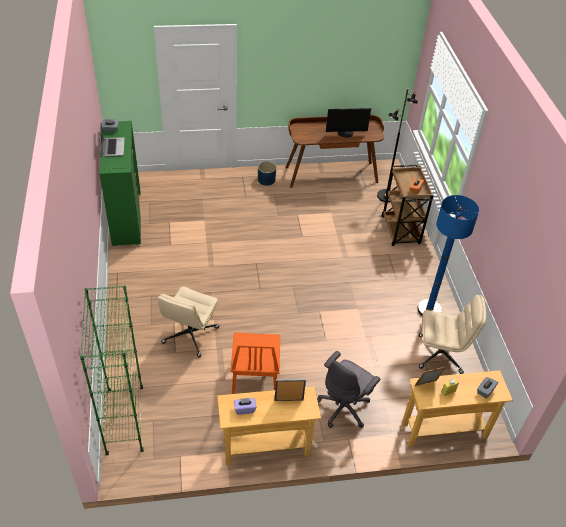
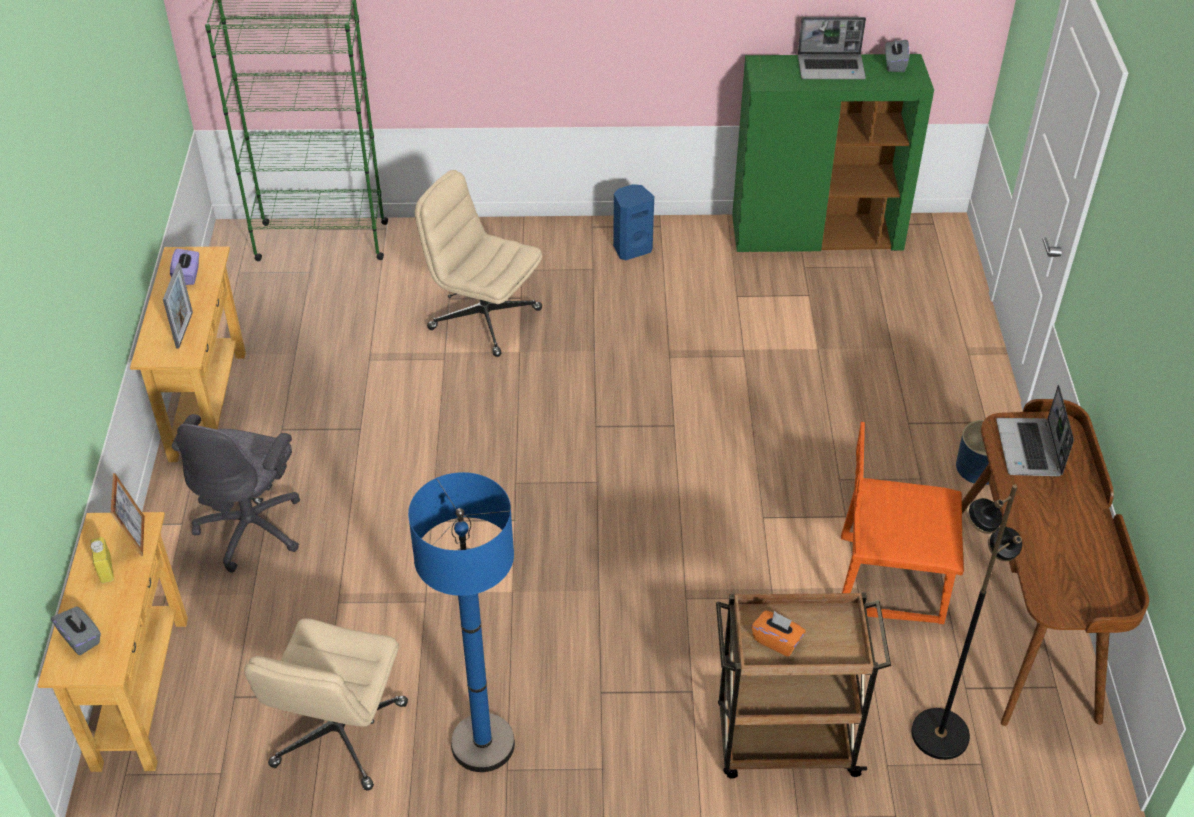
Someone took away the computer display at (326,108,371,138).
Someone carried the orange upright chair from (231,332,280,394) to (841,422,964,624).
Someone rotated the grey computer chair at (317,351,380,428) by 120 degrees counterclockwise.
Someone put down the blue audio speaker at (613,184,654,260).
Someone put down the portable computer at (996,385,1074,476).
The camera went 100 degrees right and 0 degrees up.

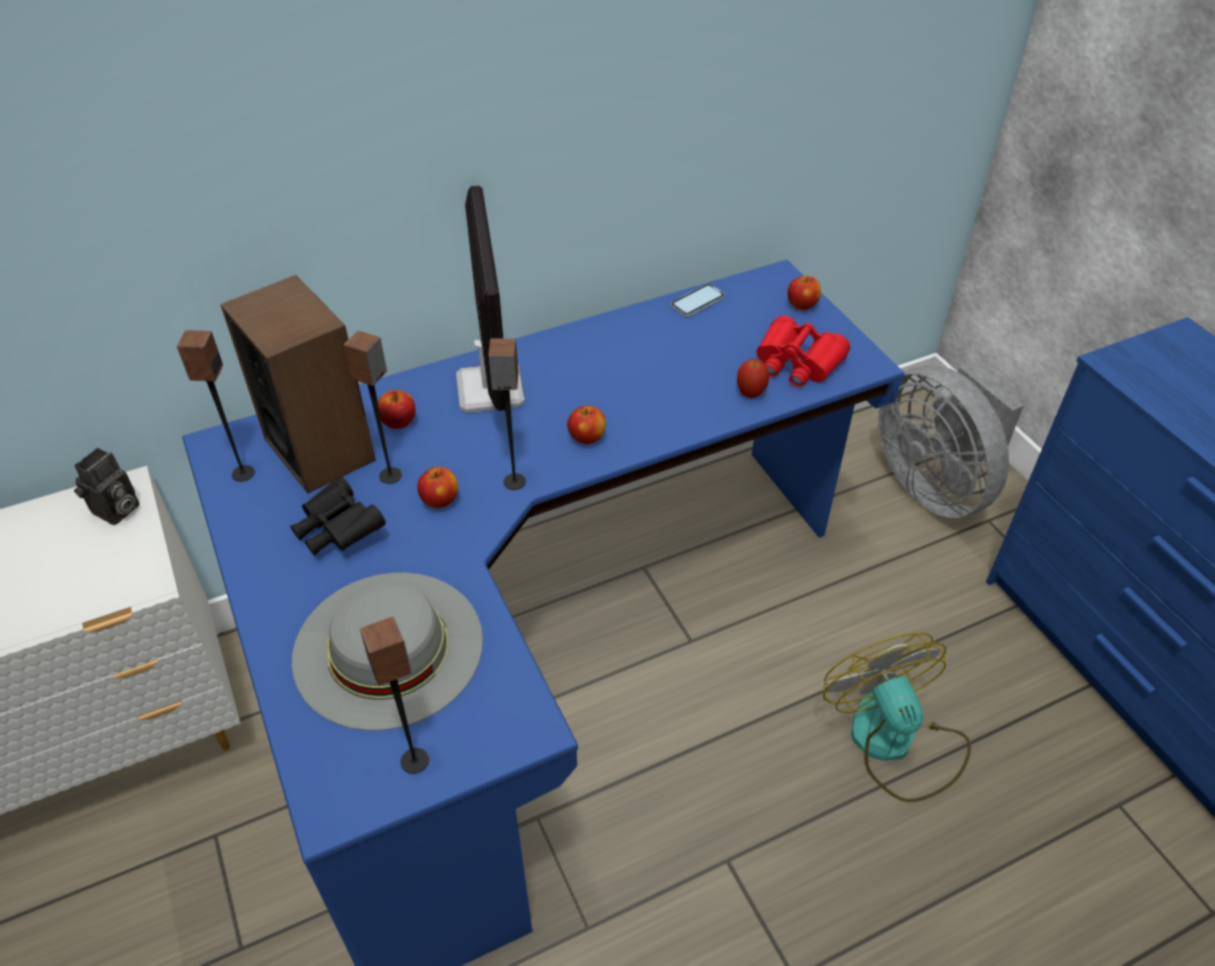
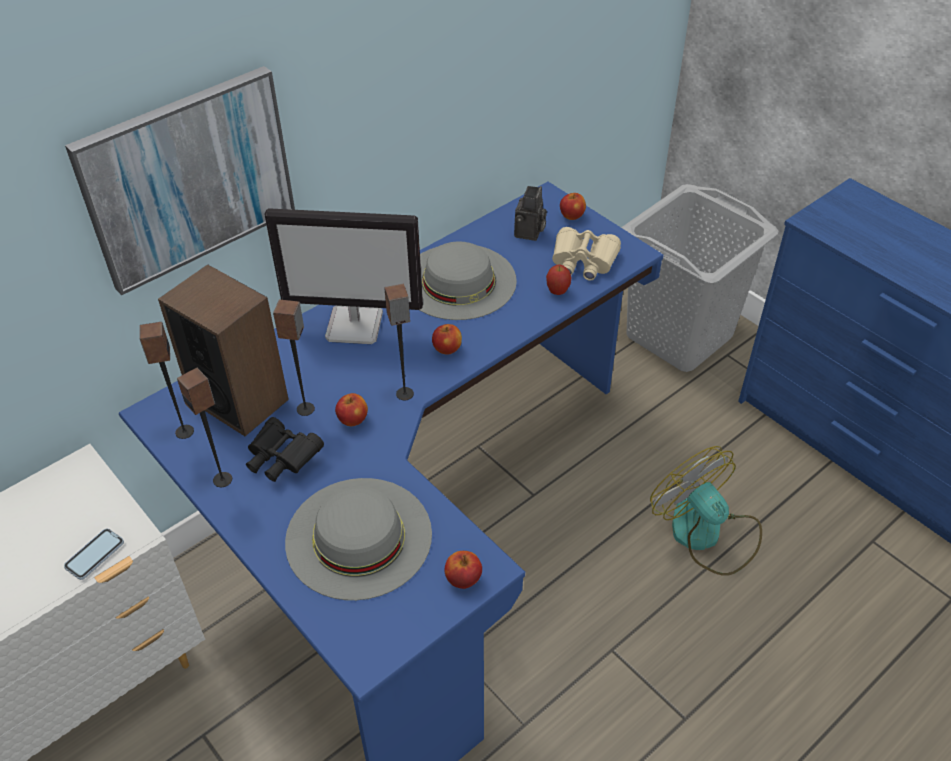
Someone rotated the computer display at (456,185,525,413) by 120 degrees clockwise.
Someone carried the phone from (670,284,725,317) to (64,529,124,580).
Someone repainted the reddish binoculars at (756,315,850,388), which became the beige-coloured binoculars at (552,227,621,281).
Someone swapped the grey fan at (878,363,1024,518) for the grey washing basket at (621,184,778,372).
Someone carried the whole apple from (378,390,416,429) to (445,551,482,589).
Someone carried the still camera from (74,448,140,525) to (514,186,547,241).
Someone carried the audio speaker from (360,616,429,774) to (177,368,232,487).
Someone put up the wall picture at (65,66,295,295).
Someone put down the grey wearable hat at (419,242,517,320).
The camera went 15 degrees left and 0 degrees up.

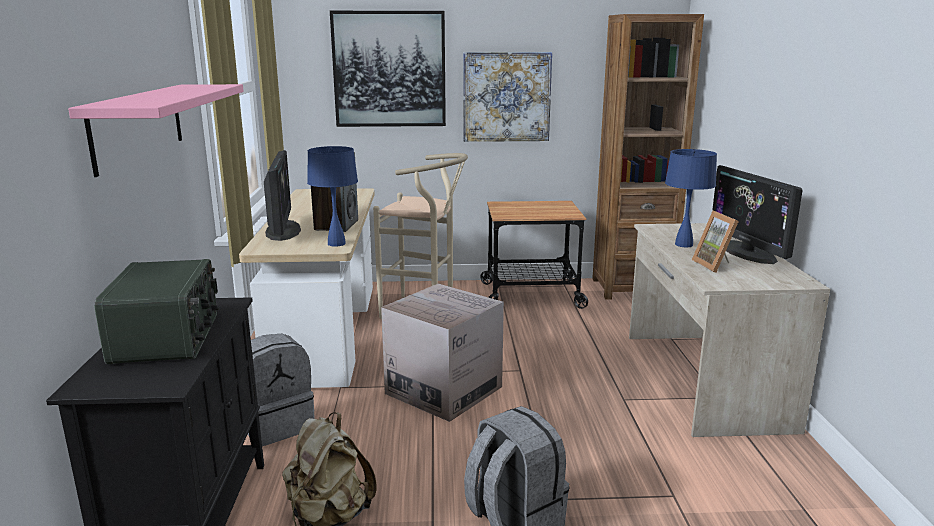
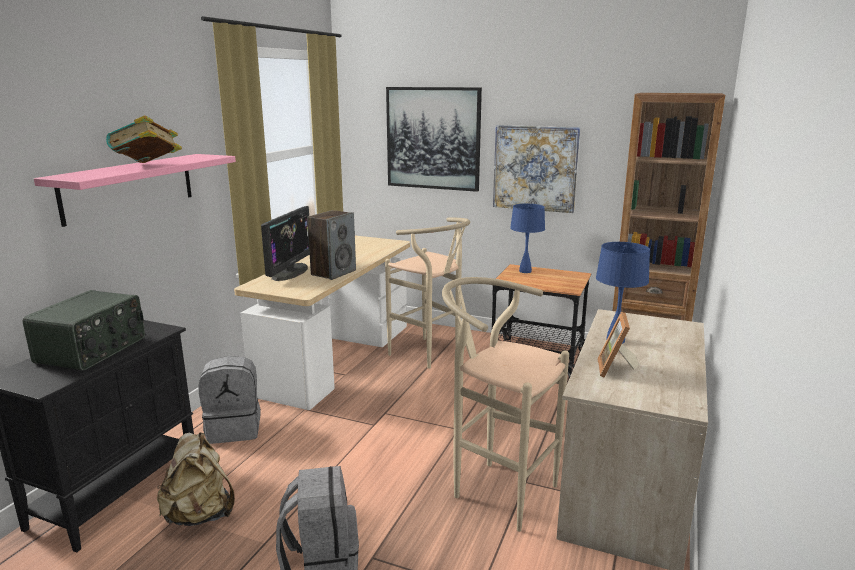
Someone carried the blue table lamp from (307,146,358,247) to (510,204,545,273).
Someone took away the computer display at (712,165,803,264).
Someone took away the cardboard box at (381,284,504,422).
Someone put down the bound book at (106,115,182,163).
Someone put down the beige-coloured stool at (442,277,569,532).
The camera went 25 degrees right and 0 degrees up.

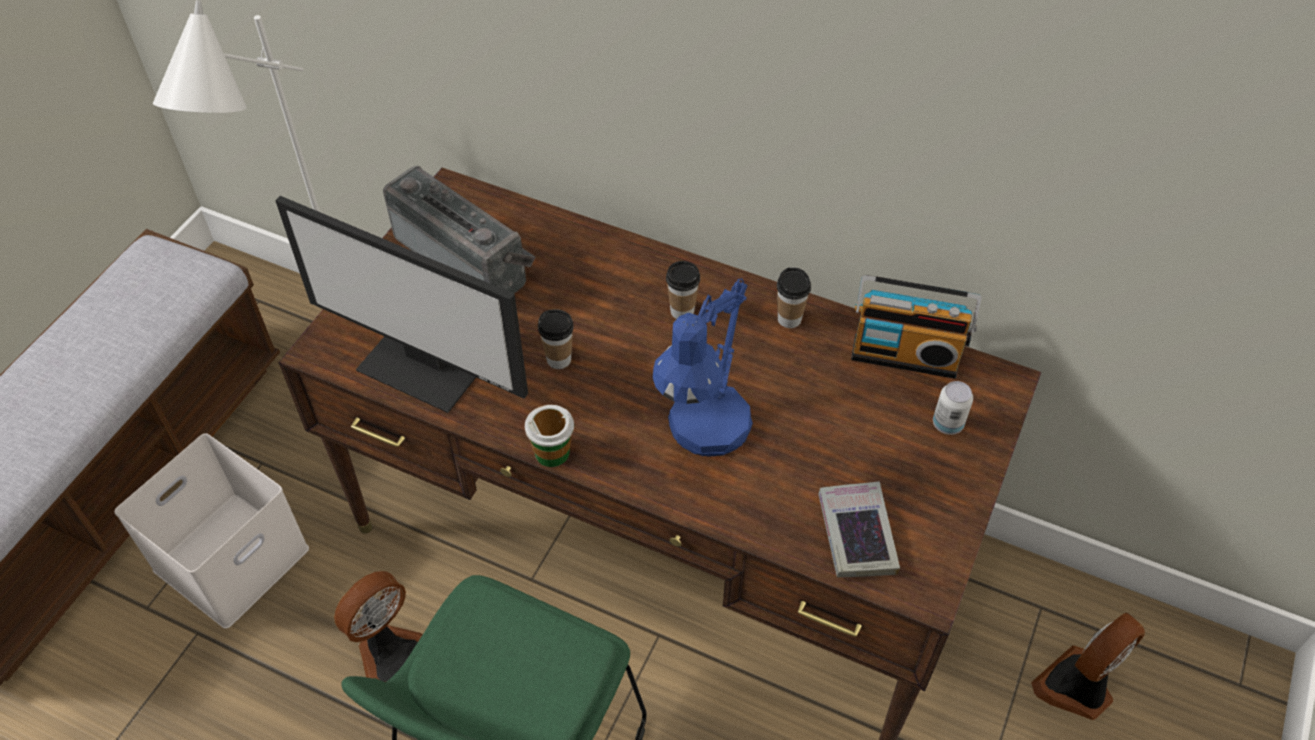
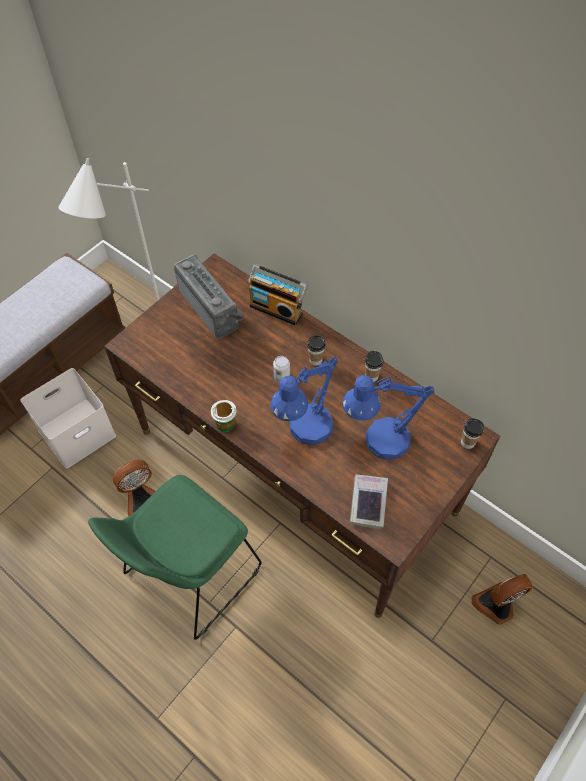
Someone took away the computer display at (275,196,528,413).
Someone carried the radio receiver from (851,275,981,379) to (248,264,308,325).
Someone carried the cup from (538,309,574,369) to (461,418,484,449).
Someone carried the sealed can from (933,381,973,435) to (273,356,290,383).
Someone put down the blue table lamp at (342,375,434,460).
The camera went 15 degrees right and 5 degrees up.

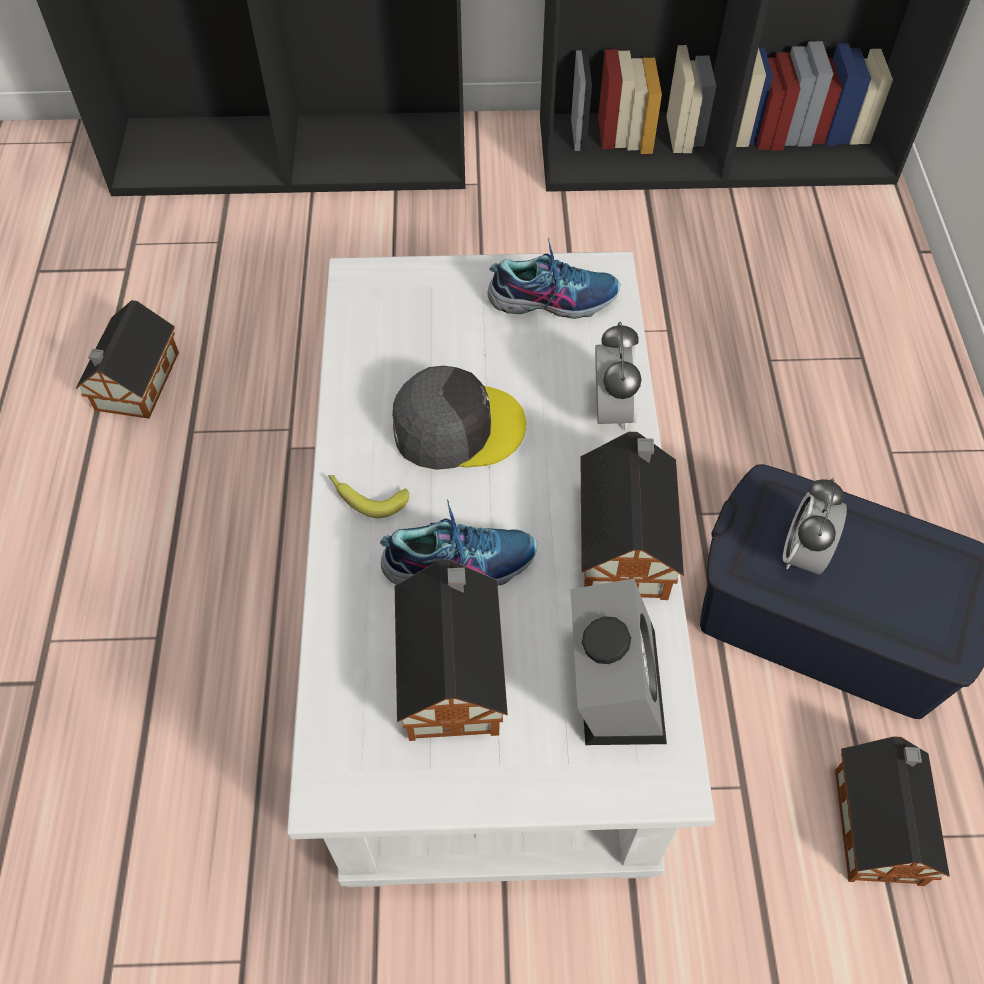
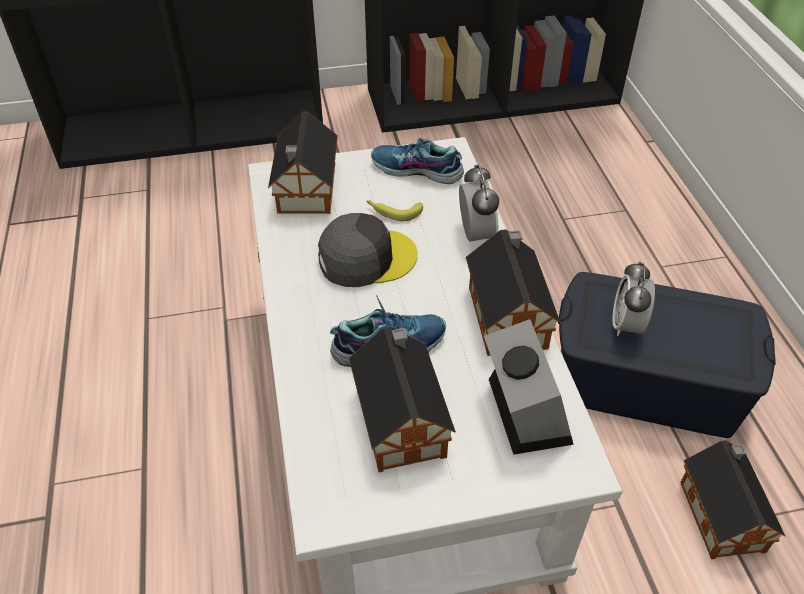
Someone rotated the shoe at (487,238,621,319) by 150 degrees counterclockwise.
Someone carried the miniature house from (76,300,179,419) to (268,112,338,214).
Someone carried the banana fruit from (328,475,409,518) to (366,200,423,221).
The camera went 10 degrees left and 10 degrees down.

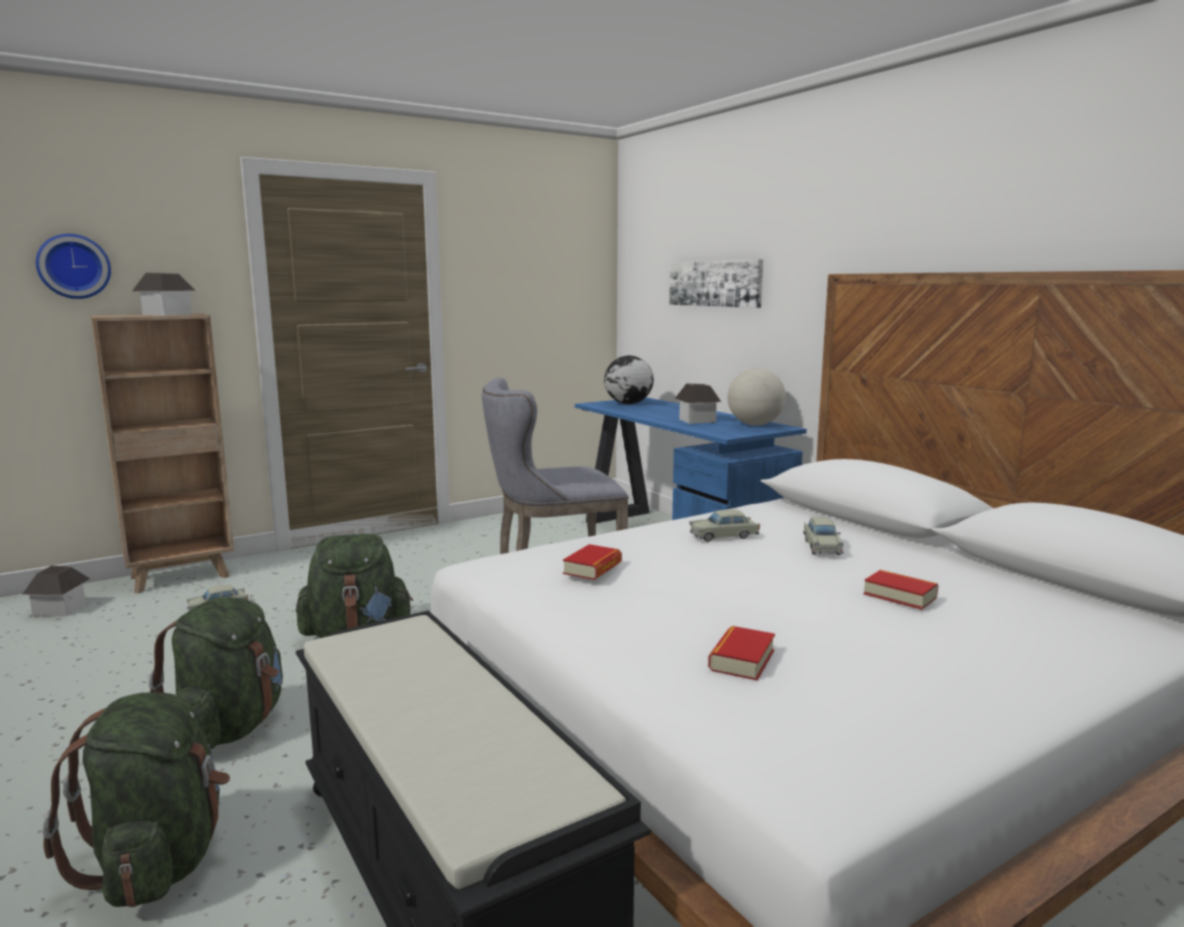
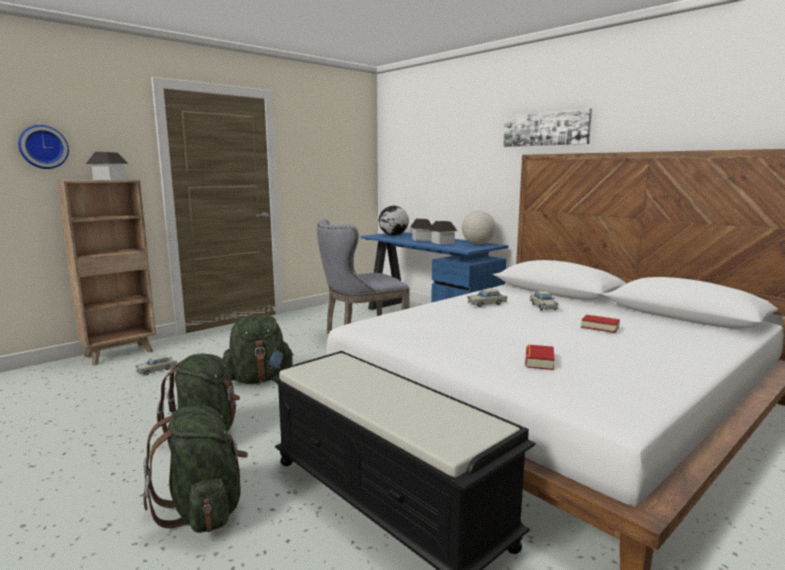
Someone carried the wall picture from (669,259,763,308) to (503,109,592,147).
Someone took away the bound book at (563,544,622,580).
Someone carried the miniature house from (22,565,90,616) to (410,218,432,241).
The camera went 10 degrees left and 0 degrees up.

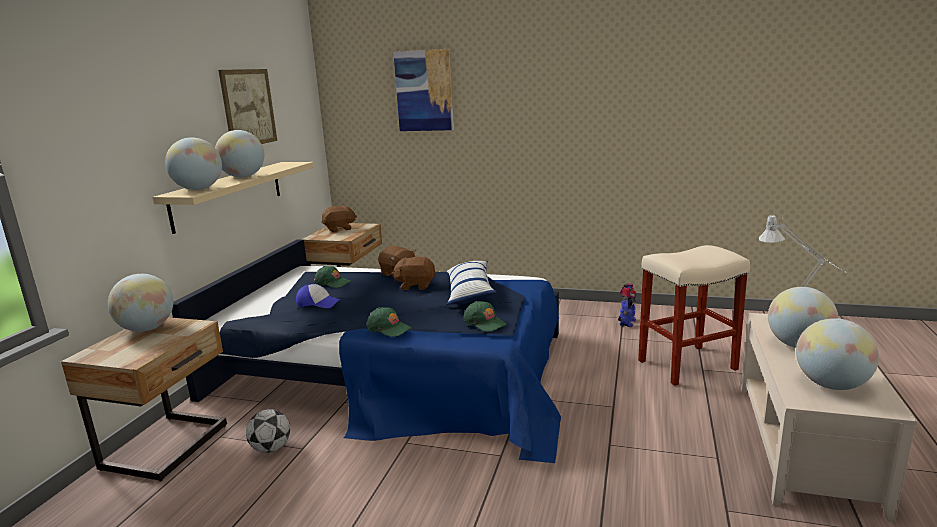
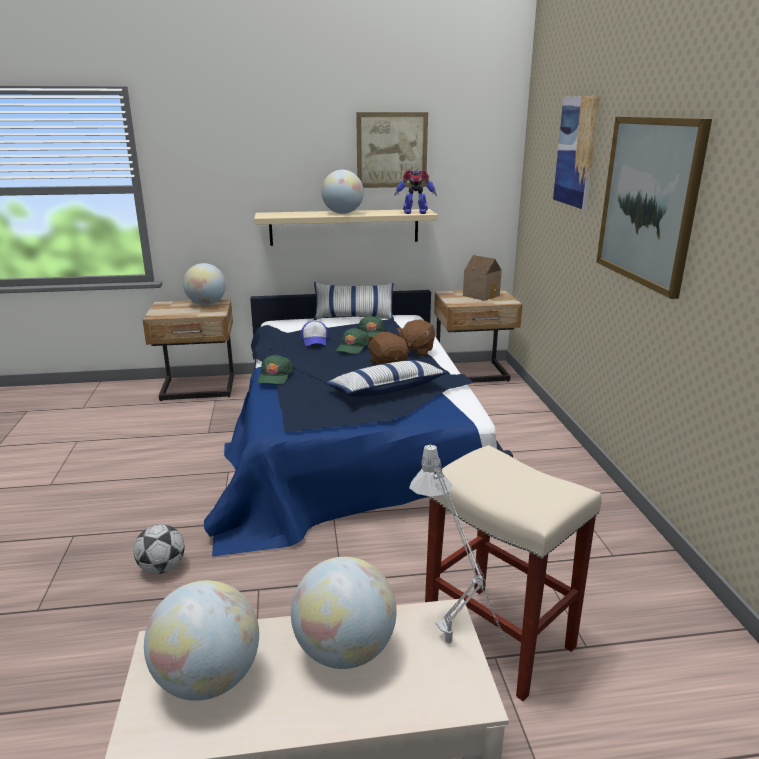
Someone took away the desk globe at (165,137,222,190).
Someone swapped the brown plush toy at (322,206,357,232) for the miniature house at (463,255,502,301).
Someone carried the toy robot from (618,283,636,327) to (395,170,437,214).
Someone carried the green-coloured peaked cap from (463,301,507,332) to (336,328,369,354).
Someone carried the football ball from (246,409,290,453) to (133,524,185,574).
Someone put up the wall picture at (596,117,712,299).
Someone put down the pillow at (314,282,394,320).
The camera went 65 degrees right and 5 degrees up.

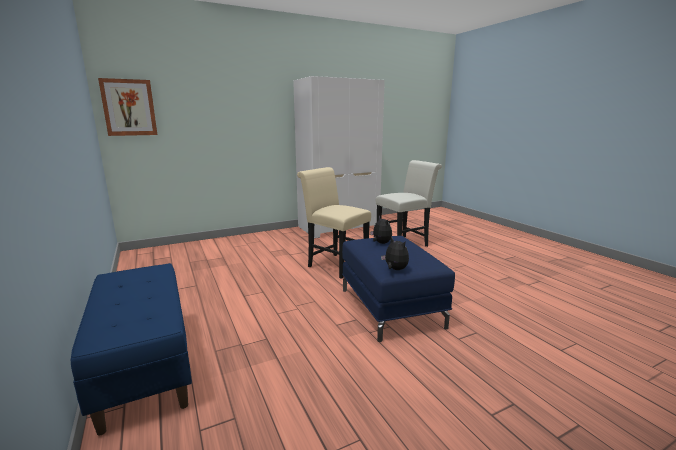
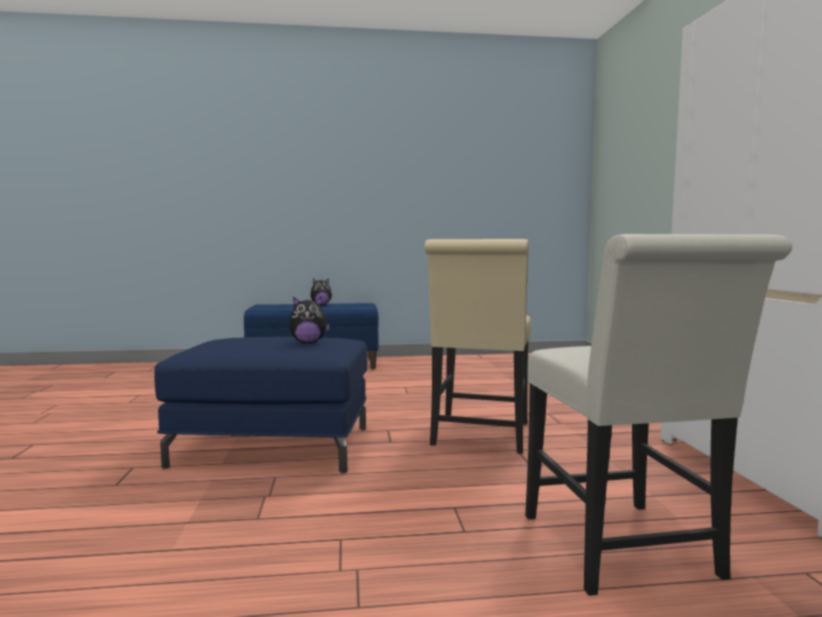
Someone took away the wall picture at (98,78,157,136).
Someone rotated the beige-coloured upright chair at (297,167,371,279) by 135 degrees clockwise.
Someone carried the plush toy from (381,236,409,270) to (310,278,332,305).
The camera went 110 degrees right and 10 degrees down.

